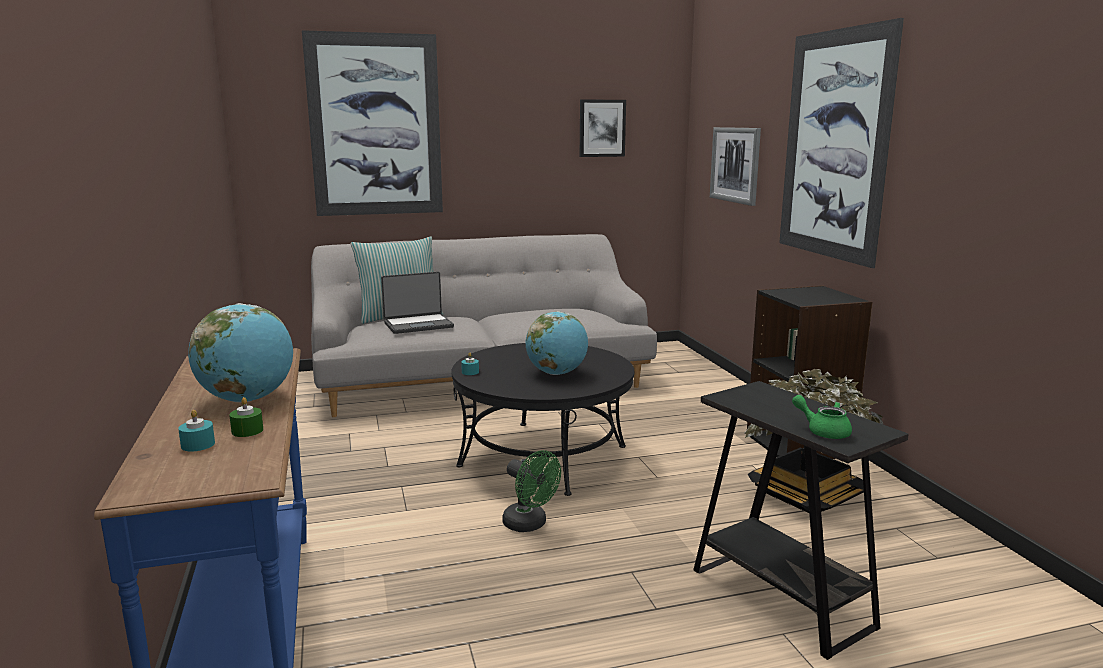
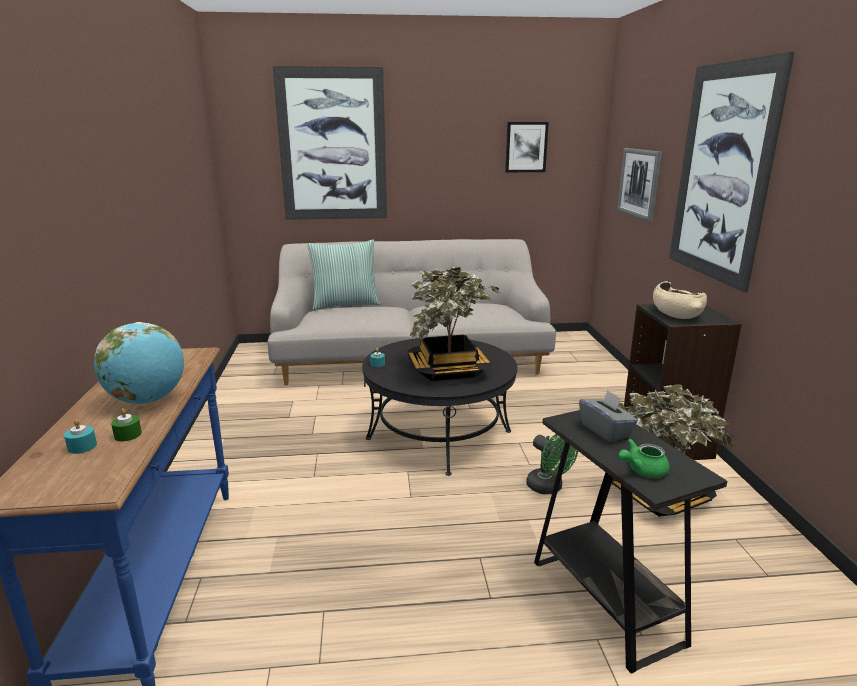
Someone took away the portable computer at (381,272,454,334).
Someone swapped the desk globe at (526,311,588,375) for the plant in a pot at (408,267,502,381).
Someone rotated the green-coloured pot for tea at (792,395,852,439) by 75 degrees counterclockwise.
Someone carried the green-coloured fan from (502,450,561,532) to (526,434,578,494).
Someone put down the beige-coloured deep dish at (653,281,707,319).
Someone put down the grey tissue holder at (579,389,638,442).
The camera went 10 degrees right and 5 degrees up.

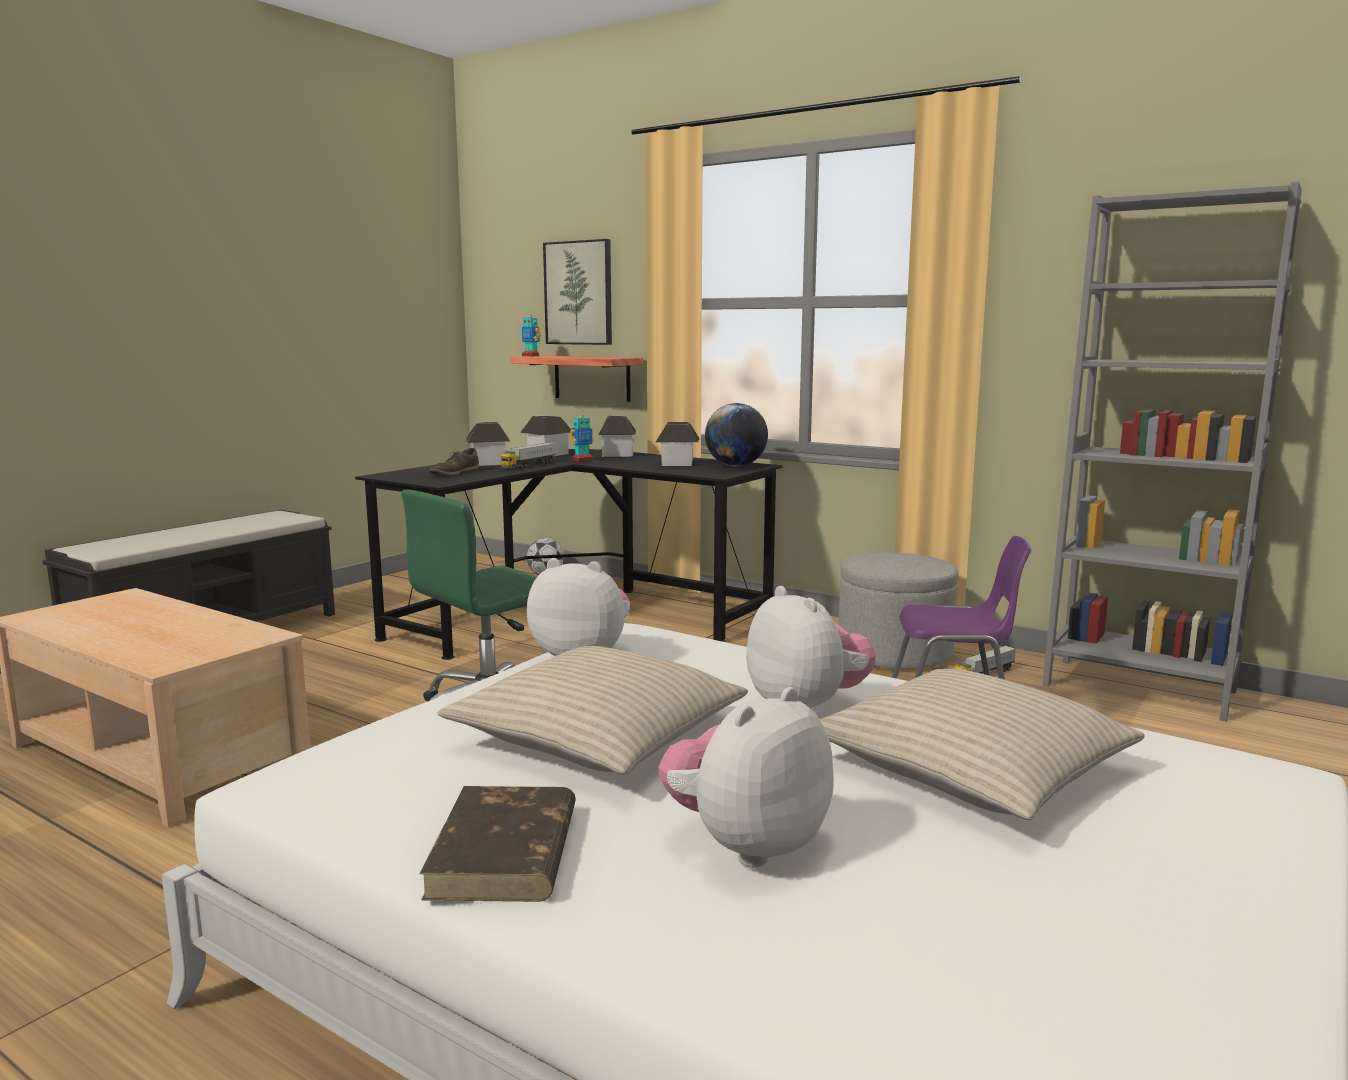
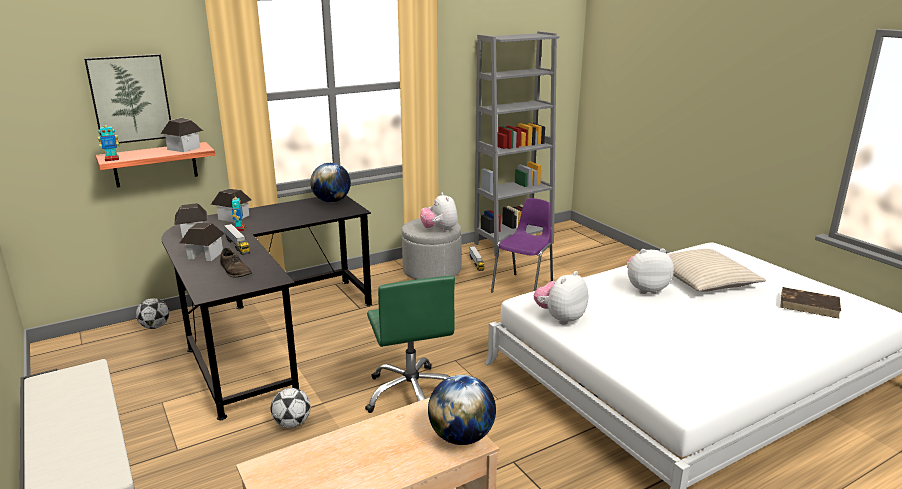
Someone carried the miniature house from (656,422,700,466) to (161,118,203,152).
Someone took away the beige-coloured pillow at (437,646,748,775).
Someone carried the plush toy from (658,687,834,868) to (420,193,458,232).
Someone carried the brown bound book from (420,786,576,902) to (780,287,841,318).
Someone put down the desk globe at (428,375,496,445).
Someone put down the football ball at (271,388,311,428).
The camera went 65 degrees left and 10 degrees up.

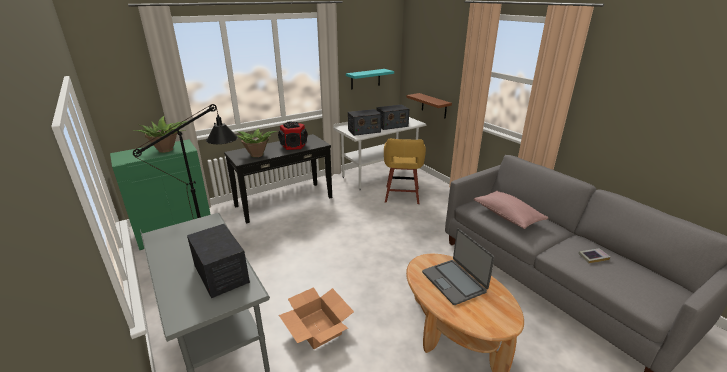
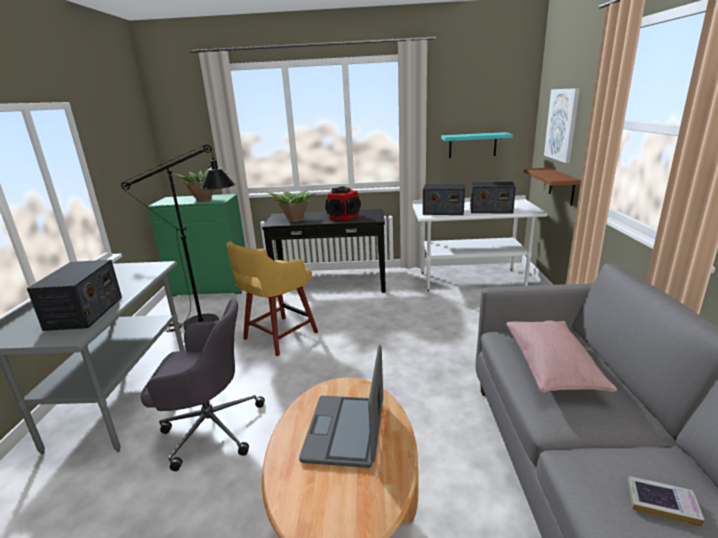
Someone carried the yellow stool from (384,138,426,204) to (227,241,318,356).
Someone swapped the cardboard box at (279,287,354,349) for the grey computer chair at (141,298,265,471).
Someone put up the wall picture at (544,88,580,163).
The camera went 35 degrees right and 5 degrees down.

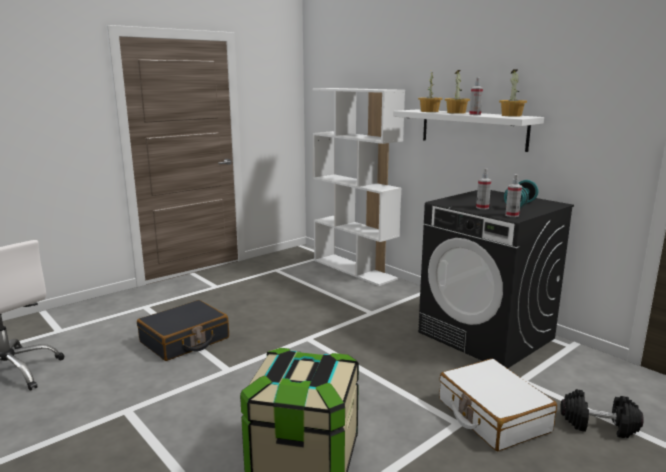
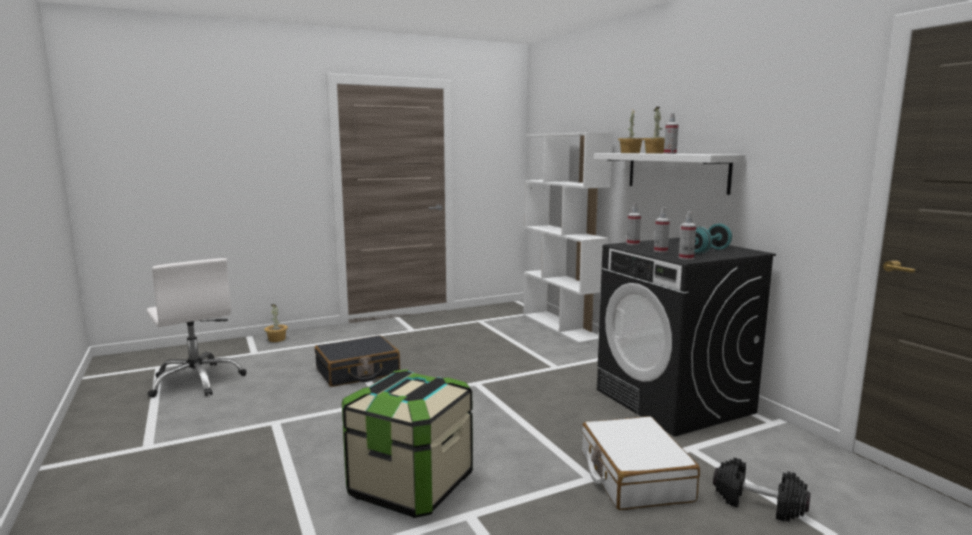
Someone carried the plant in a pot from (499,69,527,117) to (264,304,288,342).
Someone put down the sprayer at (626,203,641,245).
The camera went 15 degrees right and 5 degrees down.

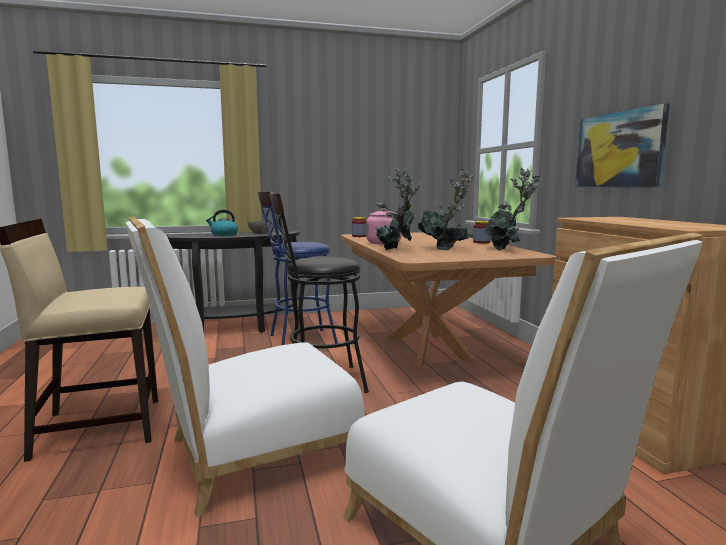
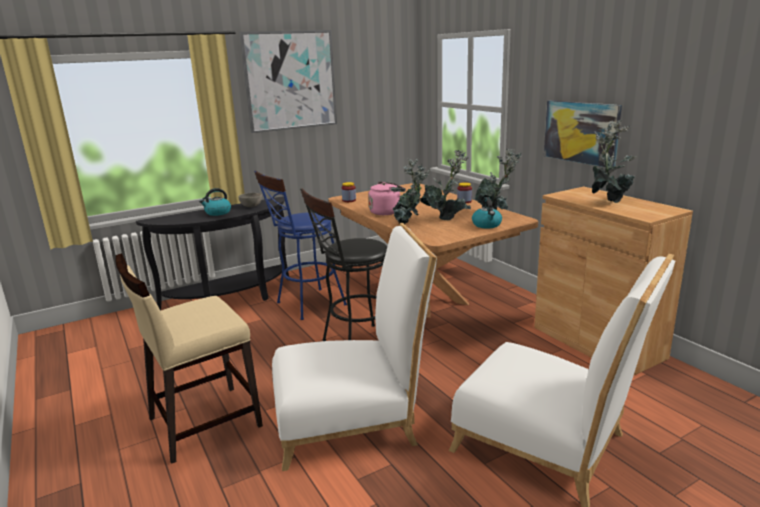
Someone rotated the white-coloured upright chair at (126,216,365,517) by 150 degrees counterclockwise.
Someone put up the wall picture at (239,30,337,133).
Someone put down the plant in a pot at (592,119,637,203).
Someone put down the kettle at (472,197,502,228).
The camera went 15 degrees left and 10 degrees up.

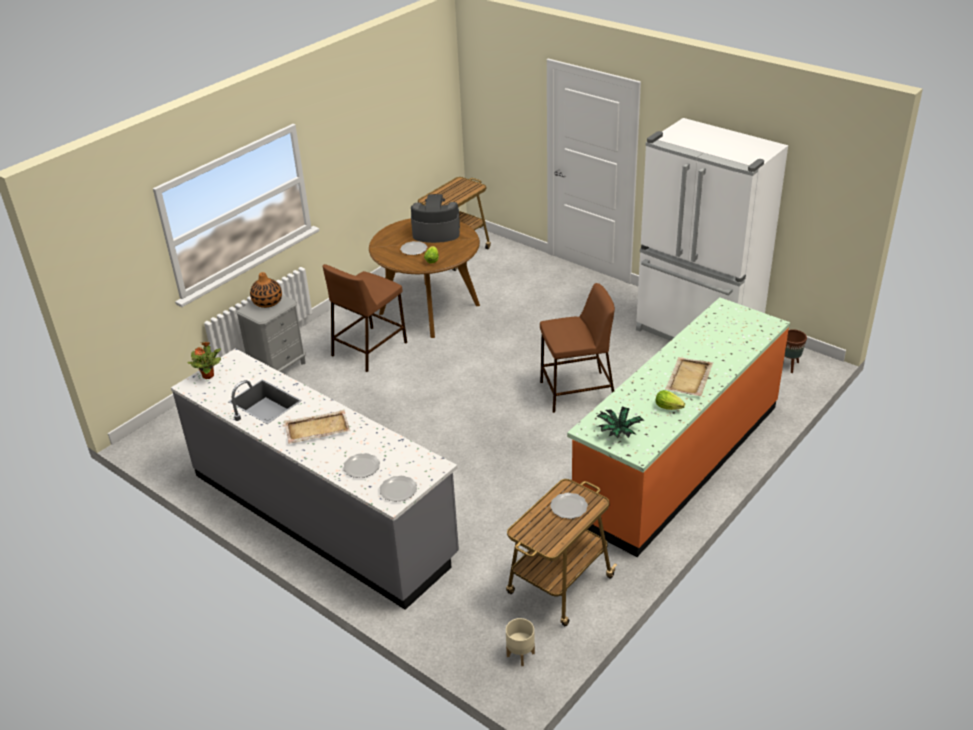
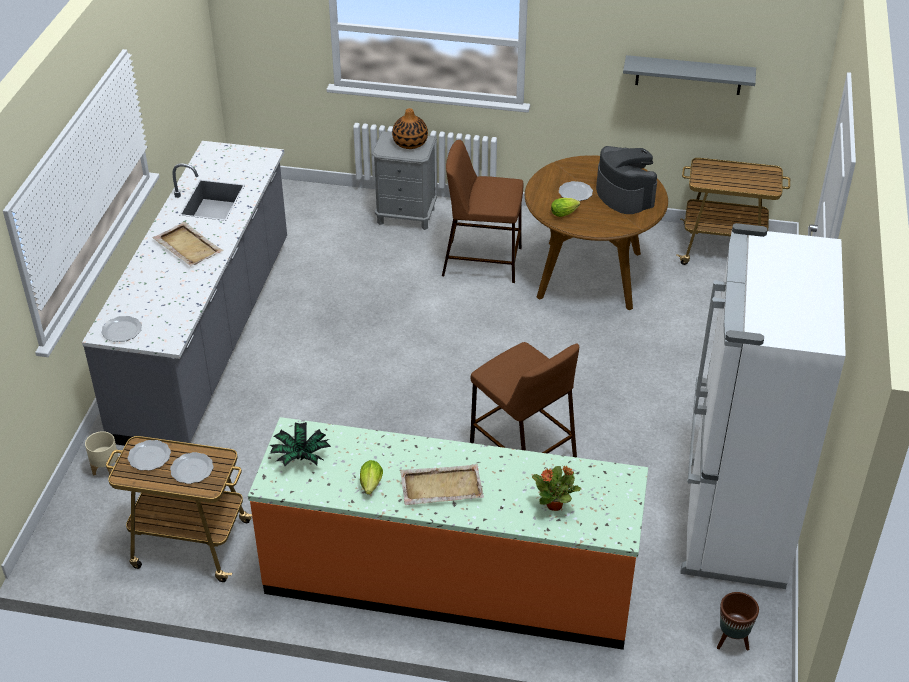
Someone carried the plant in a pot from (188,342,221,379) to (532,466,581,511).
Someone carried the dinner plate from (343,453,380,478) to (128,440,171,471).
Someone carried the beige-coloured flower pot from (506,618,535,666) to (85,431,119,476).
Someone put up the grey wall shelf at (623,55,756,95).
The camera went 60 degrees right and 5 degrees up.

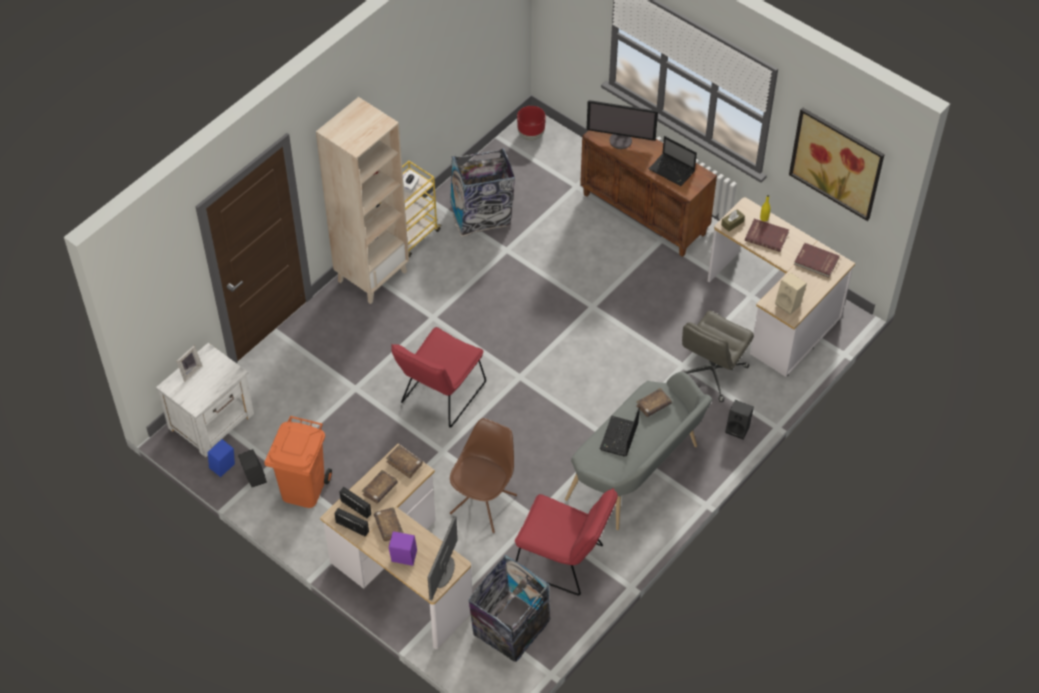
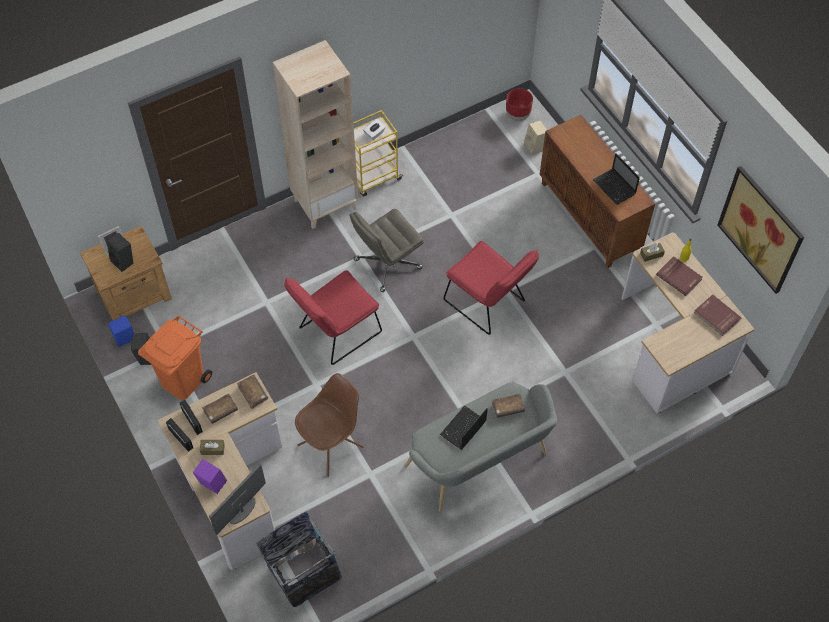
Someone took away the computer display at (586,100,658,149).
Someone took away the waste bin at (450,148,515,237).
Someone carried the beige-coloured audio speaker from (775,273,807,315) to (524,121,547,155).
Someone carried the grey computer chair from (682,311,754,402) to (349,209,424,292).
Someone repainted the white-coloured nightstand at (156,343,254,457), which became the brown nightstand at (80,226,172,321).
Someone carried the blackish audio speaker from (725,400,754,439) to (106,233,134,272).
Someone carried the reddish upright chair from (515,488,618,596) to (443,241,539,335).
Someone swapped the brown bound book at (374,507,404,541) for the brown tissue holder at (200,440,225,455).
The camera went 20 degrees right and 5 degrees up.

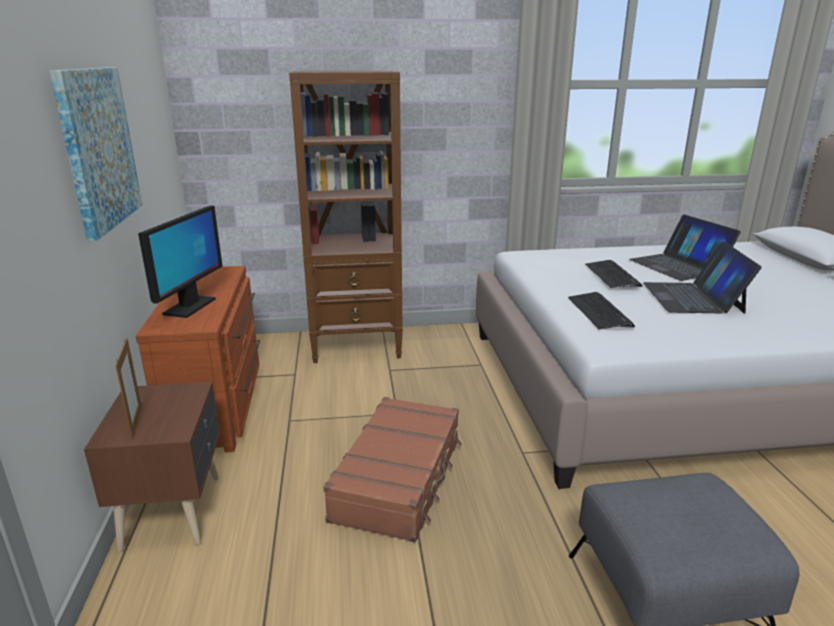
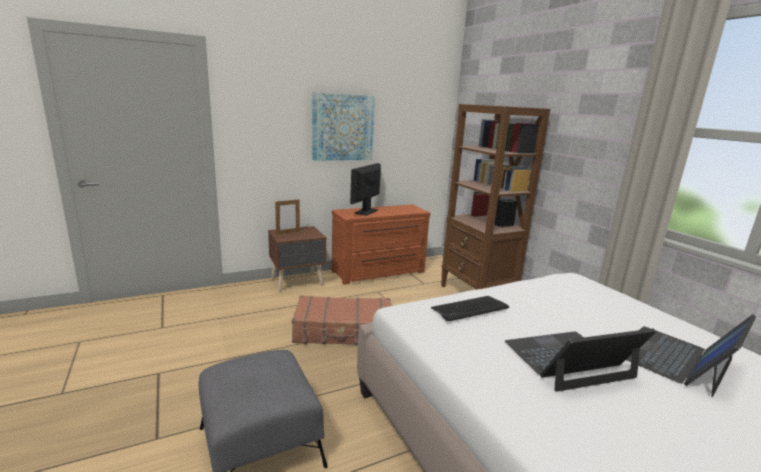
Someone rotated the computer display at (138,206,222,318) by 120 degrees clockwise.
Someone took away the computer keyboard at (585,260,642,288).
The camera went 70 degrees right and 5 degrees down.

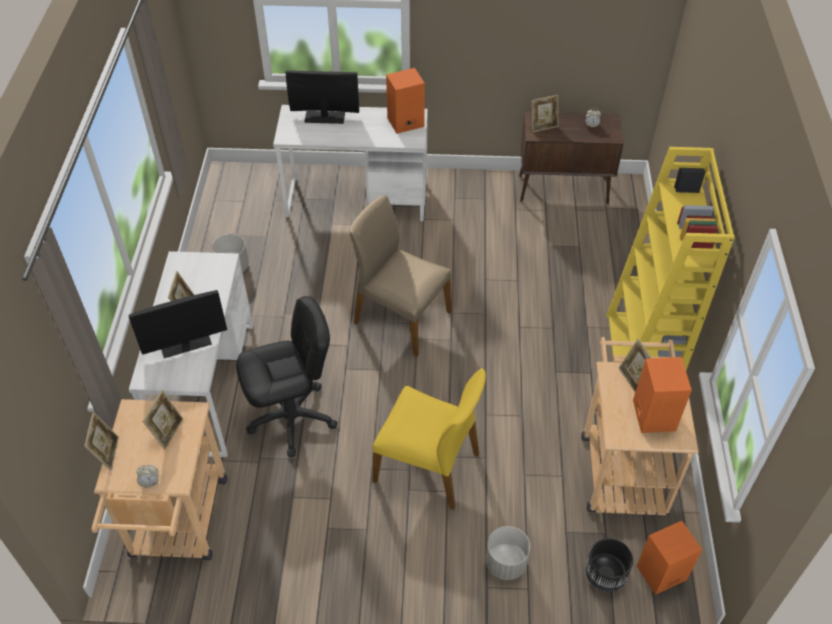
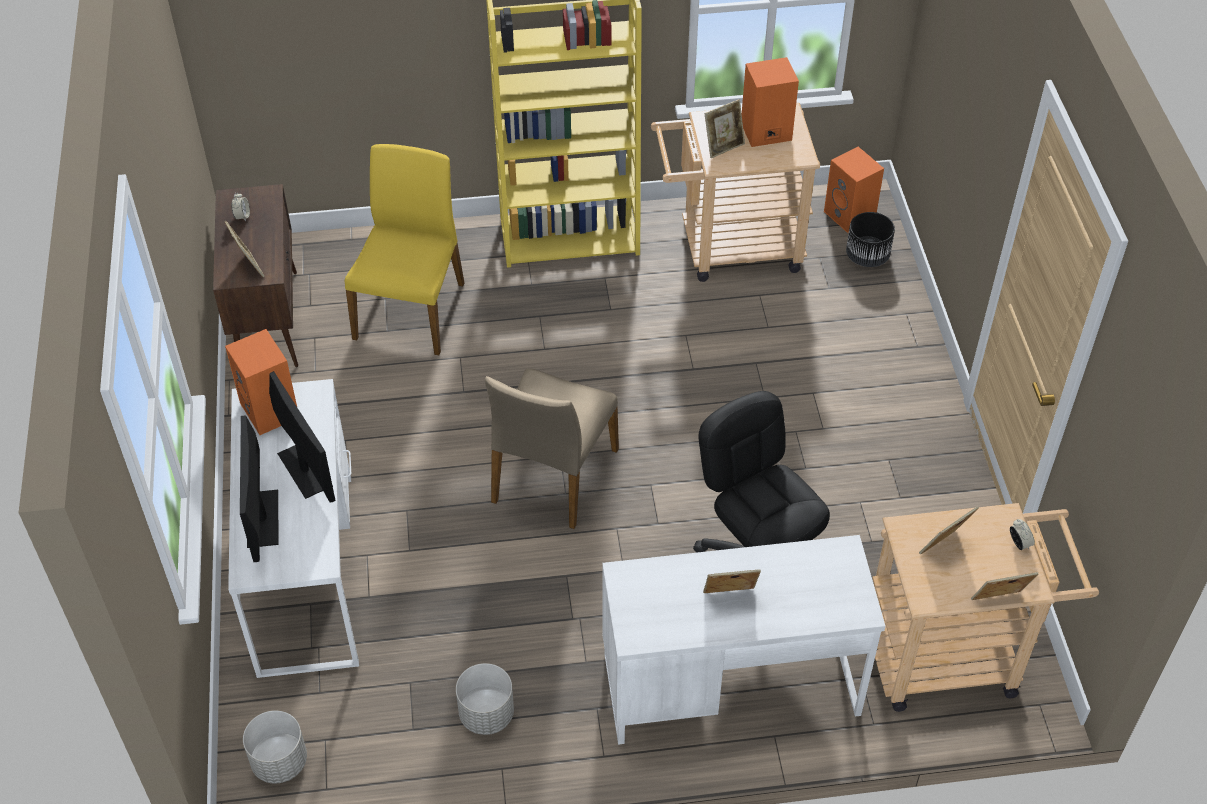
Someone carried the computer display from (128,290,227,358) to (269,371,336,503).
Someone carried the yellow upright chair from (372,368,486,510) to (345,144,464,355).
Someone rotated the picture frame at (143,390,183,450) by 45 degrees counterclockwise.
Someone carried the grey flower pot from (486,526,530,580) to (243,710,307,783).
The camera went 100 degrees left and 0 degrees up.

